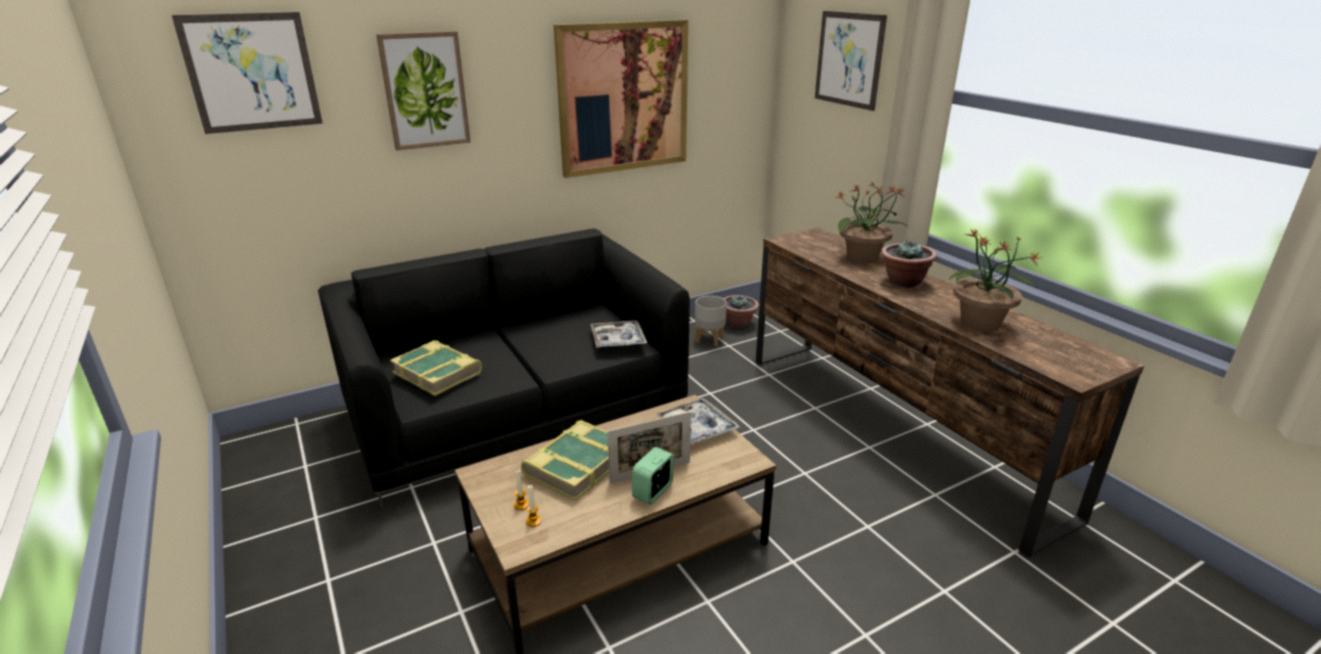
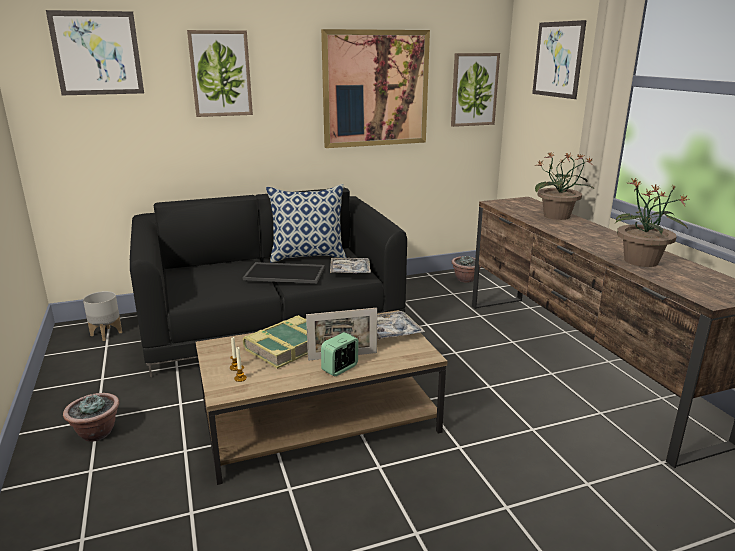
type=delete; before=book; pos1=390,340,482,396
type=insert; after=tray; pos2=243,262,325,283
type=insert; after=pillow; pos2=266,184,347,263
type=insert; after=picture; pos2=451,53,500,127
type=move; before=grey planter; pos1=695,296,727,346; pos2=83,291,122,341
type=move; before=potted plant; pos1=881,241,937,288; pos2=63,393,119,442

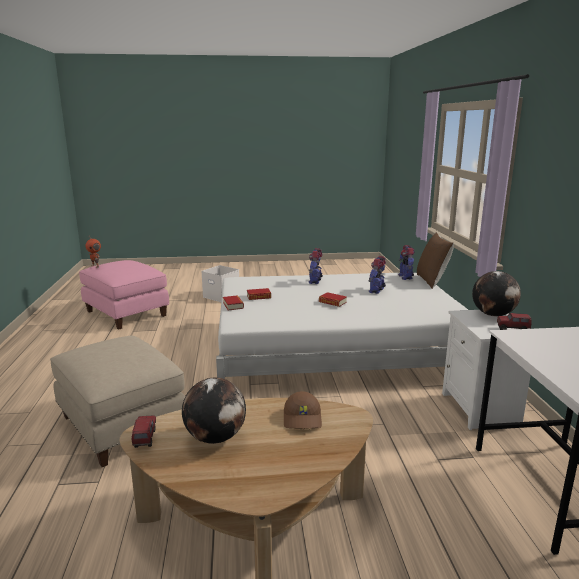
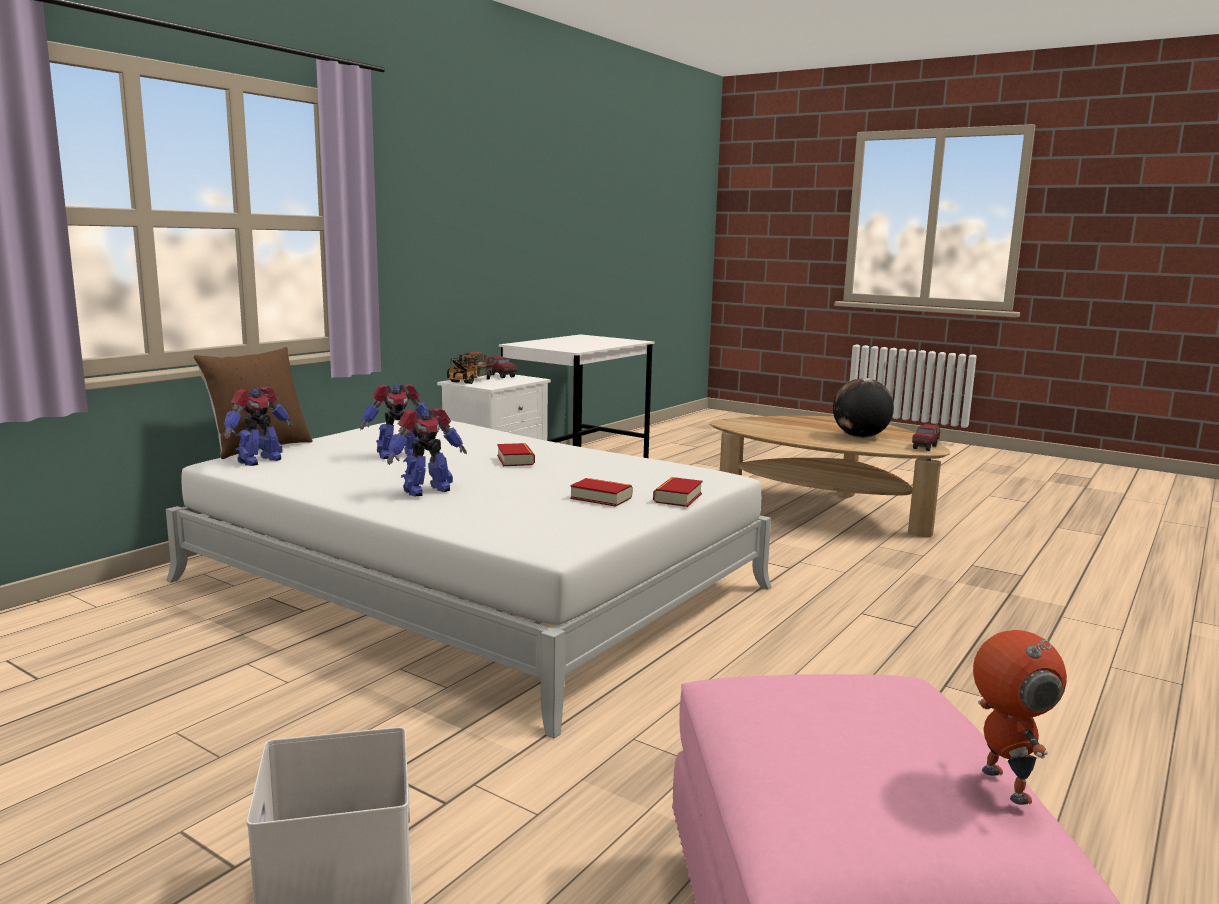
type=delete; before=beige ottoman; pos1=50,336,185,467
type=delete; before=brown cap; pos1=284,391,322,428
type=replace; before=globe; after=toy truck; pos1=472,271,521,317; pos2=447,352,494,384

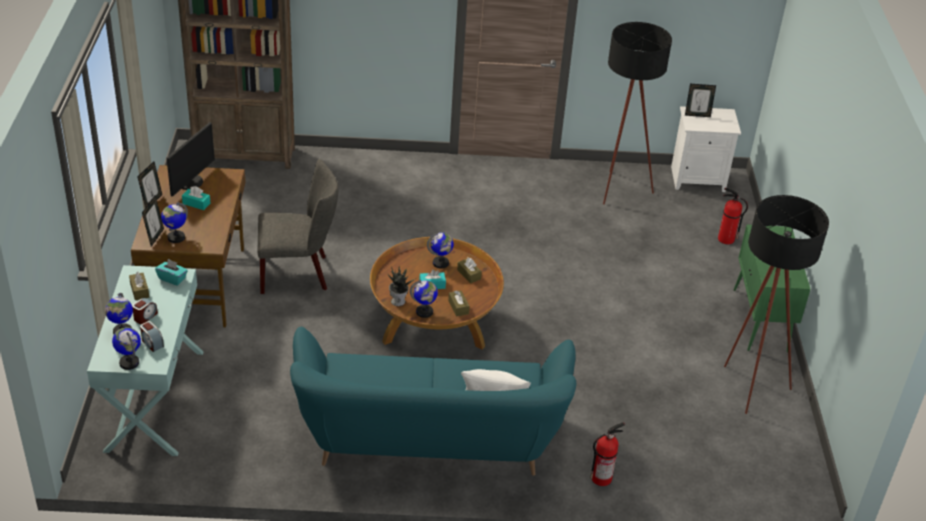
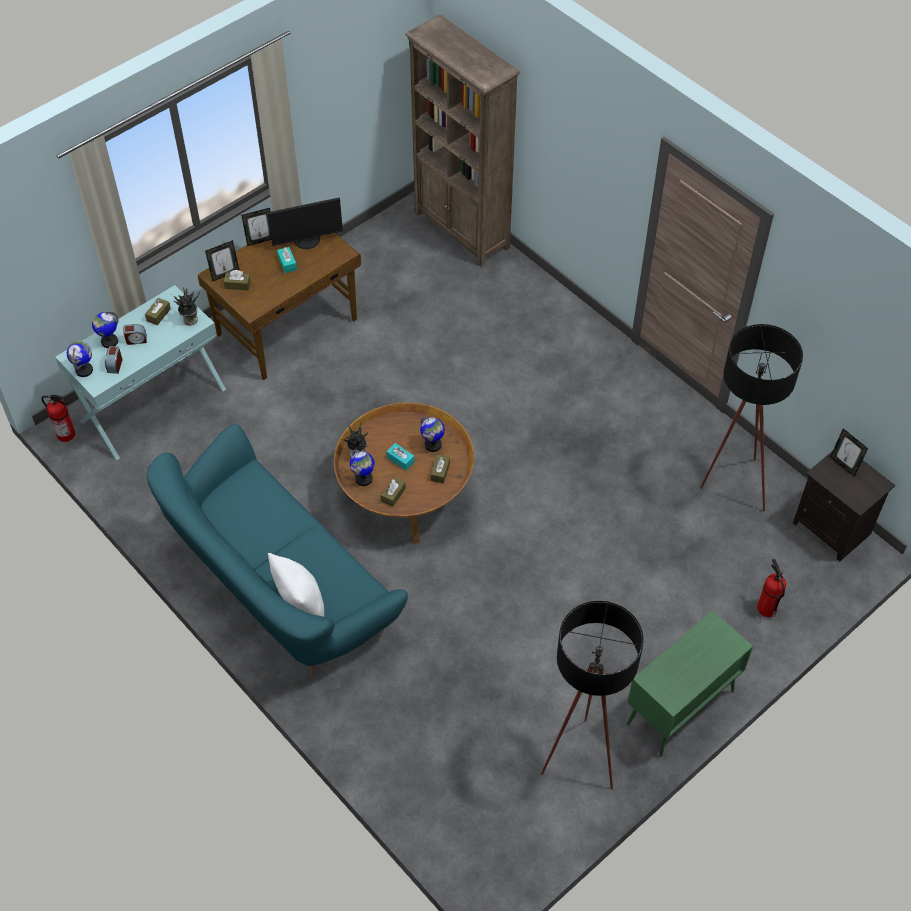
type=delete; before=grey chair; pos1=257,159,339,294
type=move; before=fire extinguisher; pos1=590,422,625,486; pos2=42,395,75,442
type=replace; before=turquoise tissue box; after=potted plant; pos1=155,259,188,286; pos2=171,287,199,326
type=replace; before=globe; after=brown tissue box; pos1=161,202,188,243; pos2=224,270,251,290
type=recolor; before=white nightstand; after=black nightstand; pos1=671,106,741,192; pos2=793,451,895,561

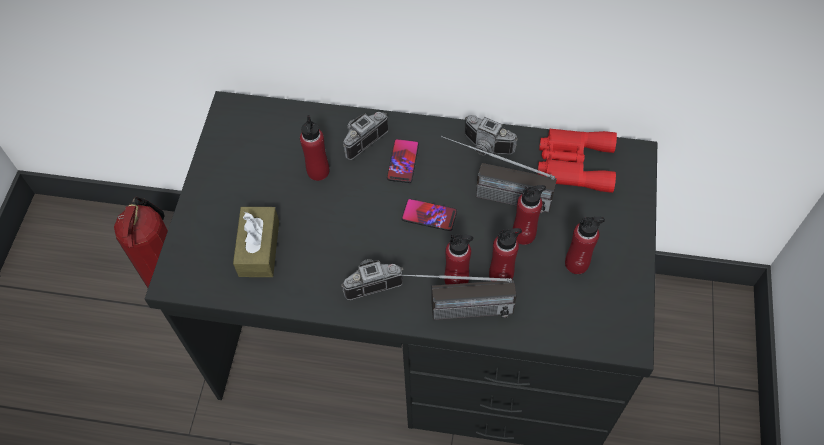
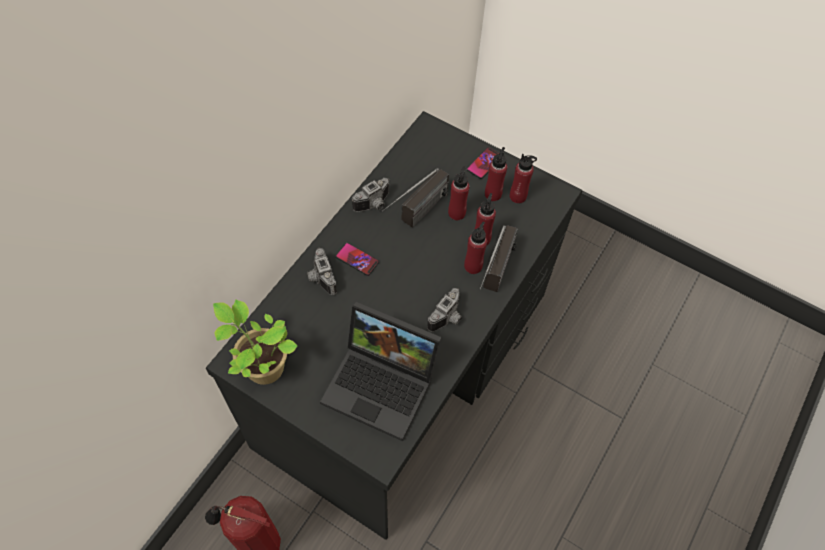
type=delete; before=red binoculars; pos1=537,129,617,193
type=insert; after=potted plant; pos2=213,299,298,385
type=move; before=red bottle; pos1=300,115,329,181; pos2=510,154,537,204
type=move; before=phone; pos1=402,199,457,231; pos2=467,147,499,179
type=replace; before=brown tissue box; after=laptop; pos1=233,207,279,277; pos2=320,301,442,441
type=rotate; before=photo camera; pos1=341,259,403,300; pos2=427,288,462,332; turn=-150

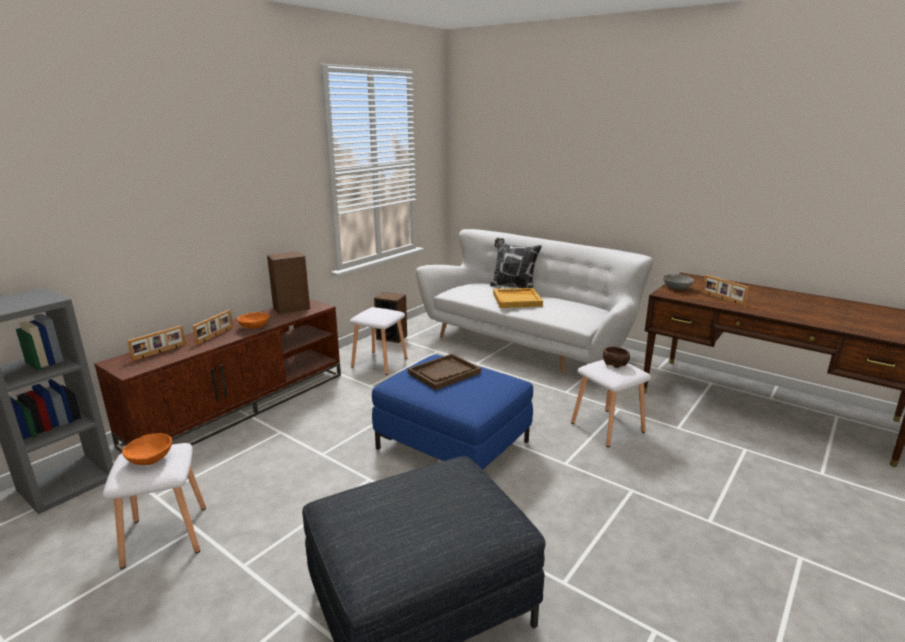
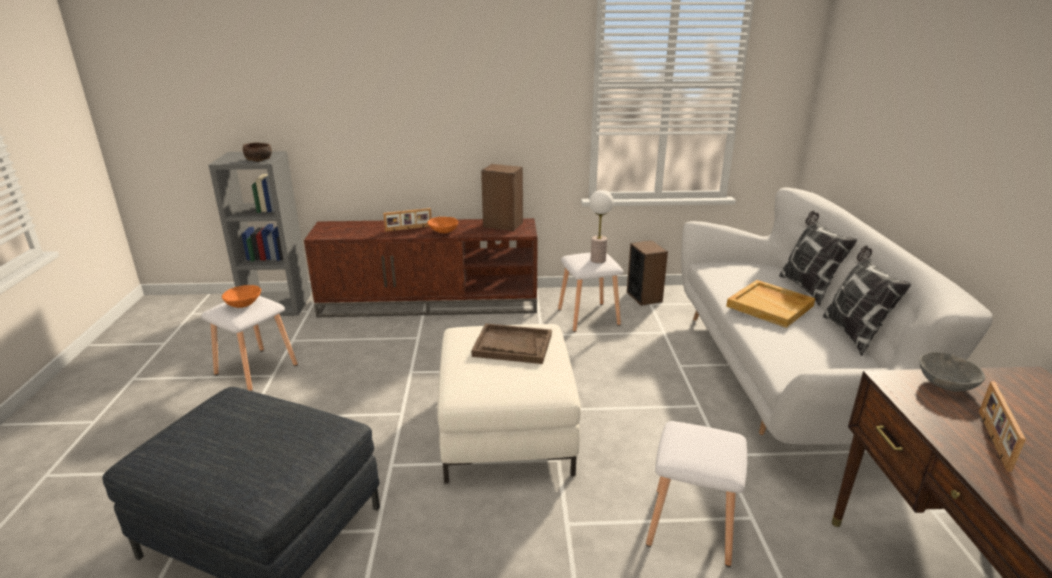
type=delete; before=picture frame; pos1=127,325,186,361
type=insert; after=table lamp; pos2=589,190,613,263
type=insert; after=pillow; pos2=823,245,911,356
type=move; before=brown bowl; pos1=603,346,630,368; pos2=243,142,272,162
type=recolor; before=blue ottoman; after=white ottoman; pos1=372,355,533,470; pos2=437,324,581,483

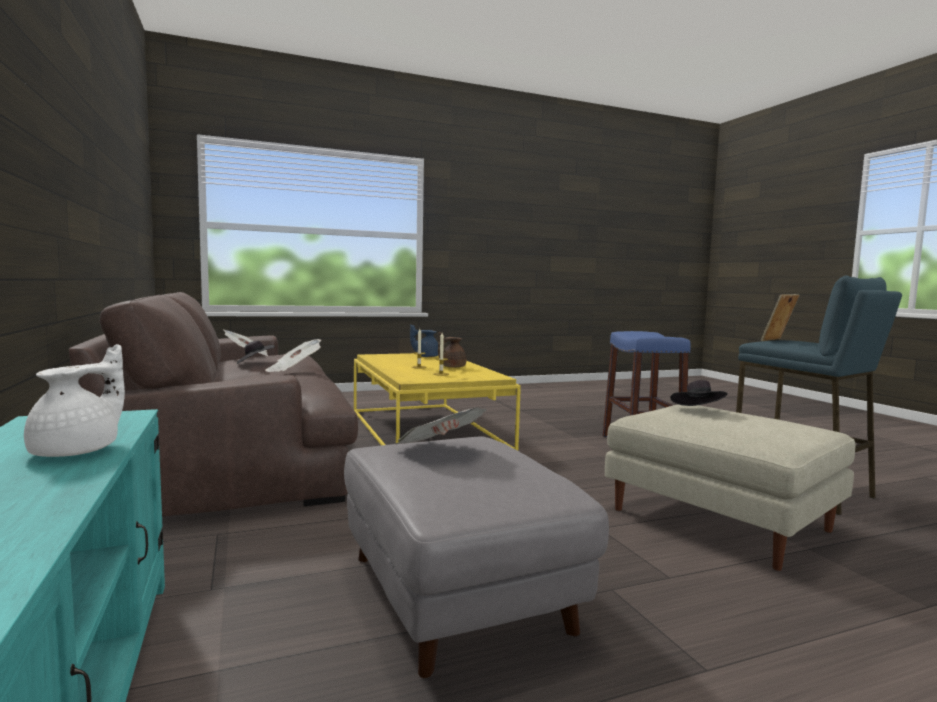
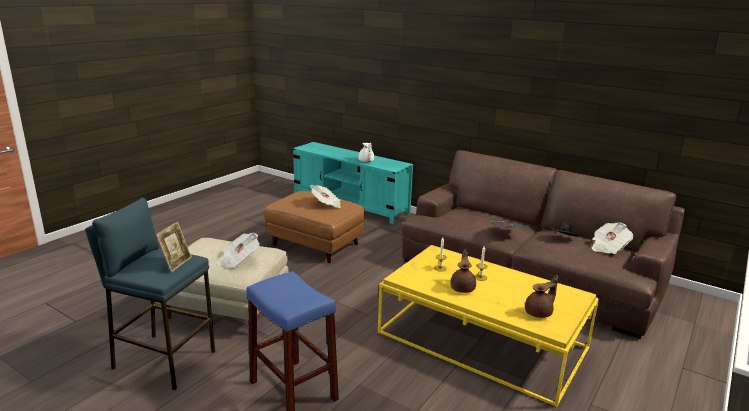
type=replace; before=black hat; after=newspaper; pos1=670,380,727,406; pos2=217,233,259,268
type=recolor; before=grey ottoman; after=brown ottoman; pos1=344,436,609,678; pos2=264,191,365,263
type=recolor; before=blue teapot; after=brown teapot; pos1=410,324,438,357; pos2=525,275,558,318

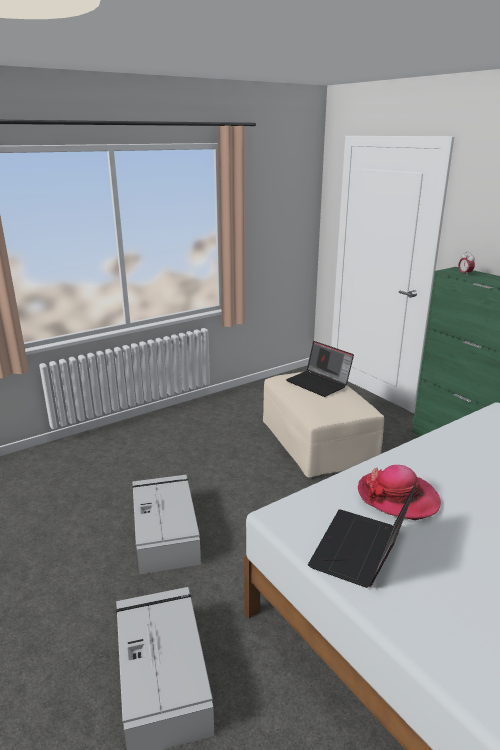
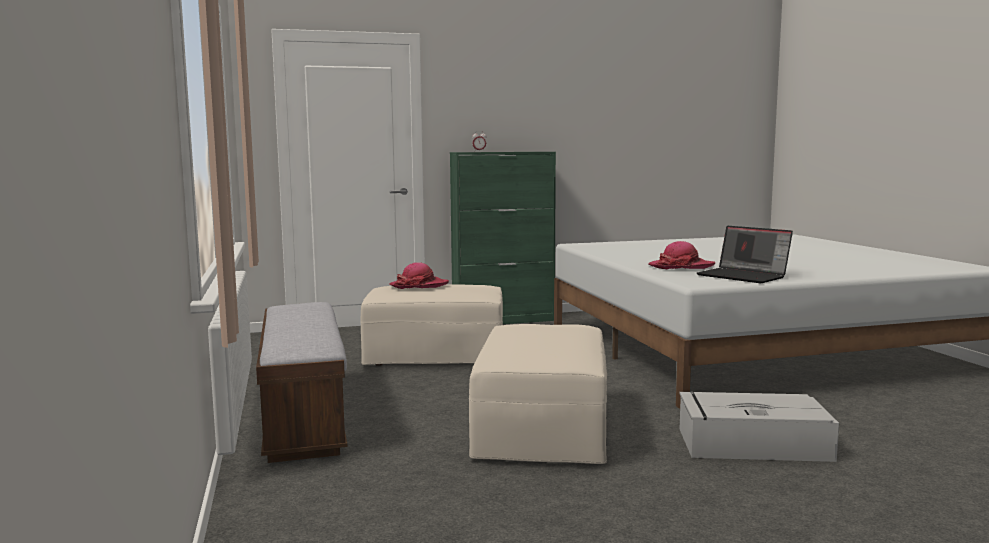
type=insert; after=bench; pos2=256,302,347,463
type=replace; before=grey storage box; after=beige ottoman; pos1=132,475,201,575; pos2=469,324,607,464
type=replace; before=laptop; after=hat; pos1=286,341,354,397; pos2=389,262,449,289

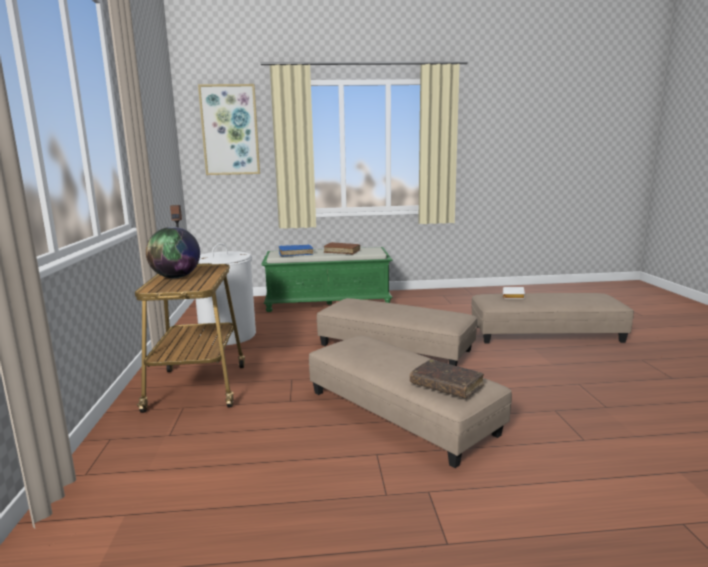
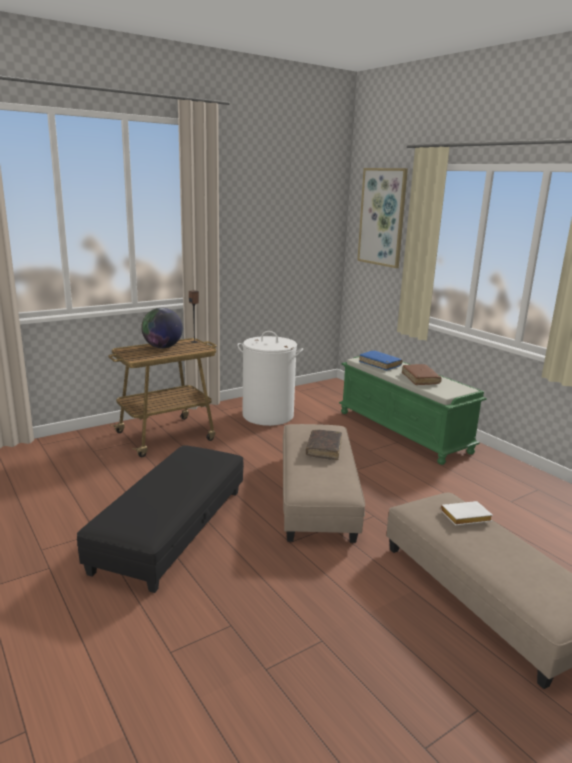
type=move; before=brown book; pos1=410,360,484,398; pos2=306,430,342,460
type=recolor; before=beige ottoman; after=black ottoman; pos1=309,335,512,468; pos2=77,445,244,593

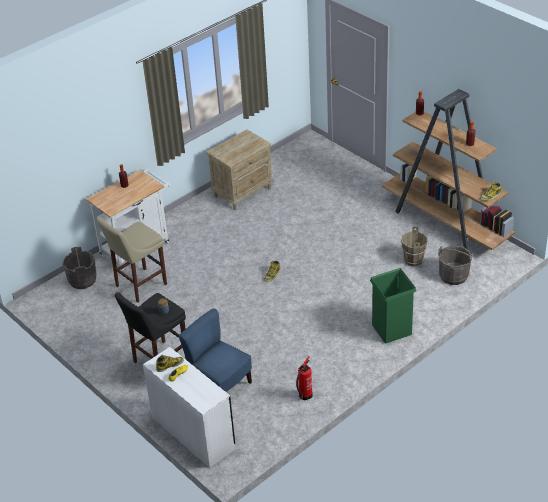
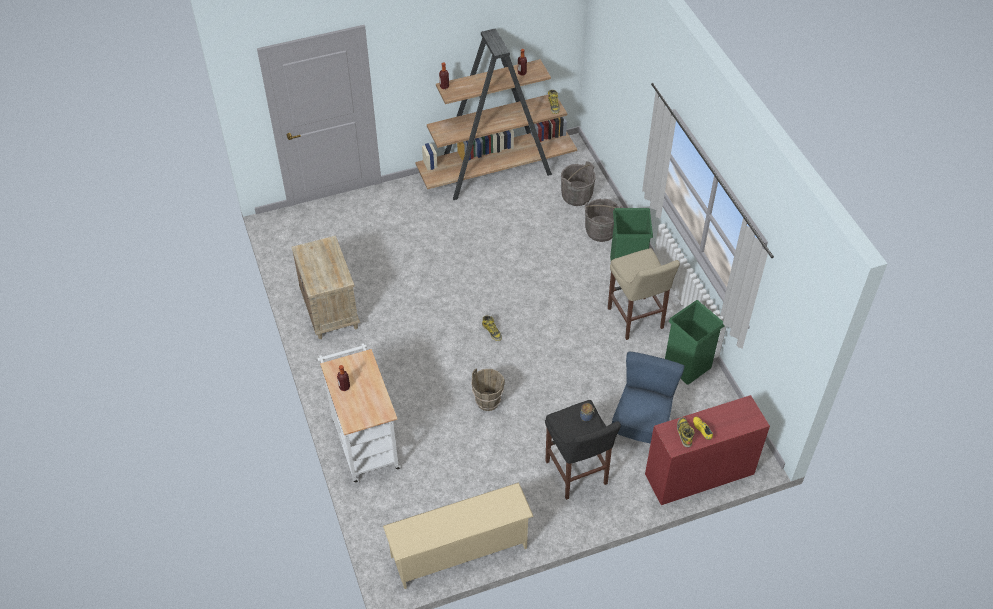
type=insert; after=beige shoe rack; pos2=383,482,534,589
type=move; before=grey bucket; pos1=63,247,97,289; pos2=585,199,623,242
type=move; before=beige stool; pos1=97,217,167,303; pos2=608,248,680,340
type=move; before=brown bucket; pos1=401,226,428,267; pos2=471,369,505,411
type=replace; before=fire extinguisher; after=green trash can; pos1=296,356,313,400; pos2=665,300,725,385
type=recolor; before=white desk; after=red desk; pos1=143,347,235,468; pos2=645,395,770,505
type=rotate; before=blue chair; pos1=179,309,252,392; pos2=612,351,685,444; turn=135

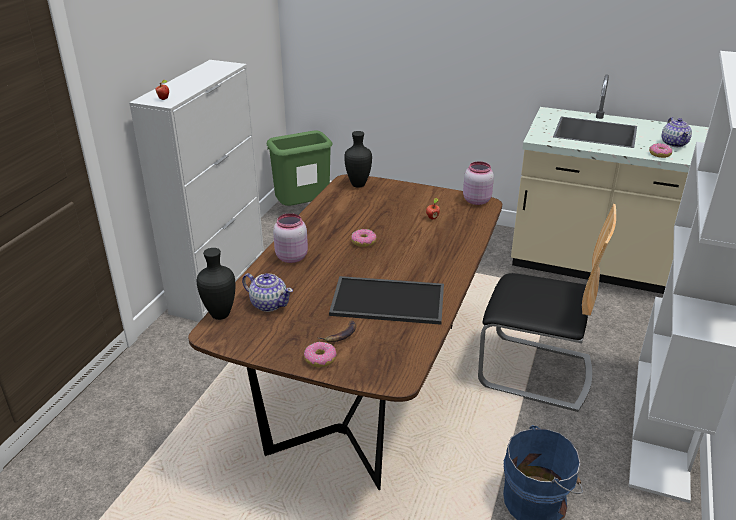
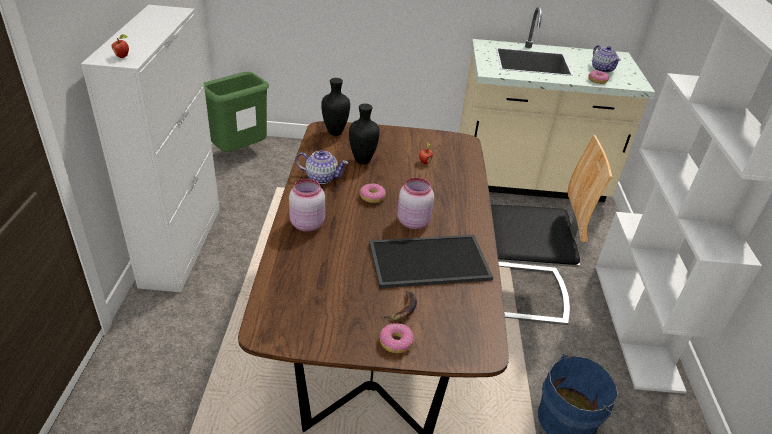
type=move; before=black vase; pos1=197,248,235,320; pos2=349,104,380,164
type=move; before=teapot; pos1=242,273,293,312; pos2=296,150,349,184
type=move; before=pink jar; pos1=463,161,494,205; pos2=397,178,434,229

